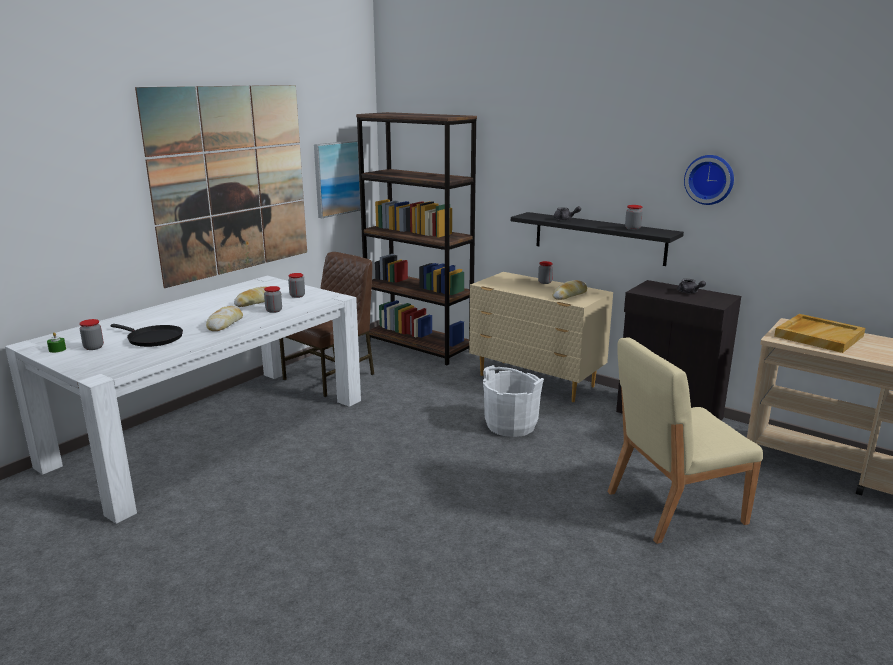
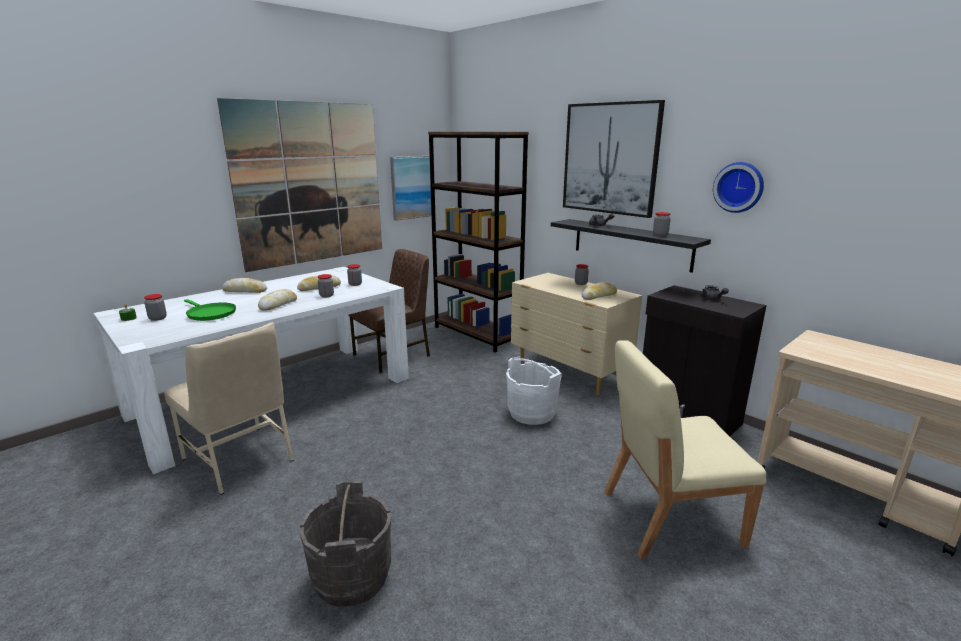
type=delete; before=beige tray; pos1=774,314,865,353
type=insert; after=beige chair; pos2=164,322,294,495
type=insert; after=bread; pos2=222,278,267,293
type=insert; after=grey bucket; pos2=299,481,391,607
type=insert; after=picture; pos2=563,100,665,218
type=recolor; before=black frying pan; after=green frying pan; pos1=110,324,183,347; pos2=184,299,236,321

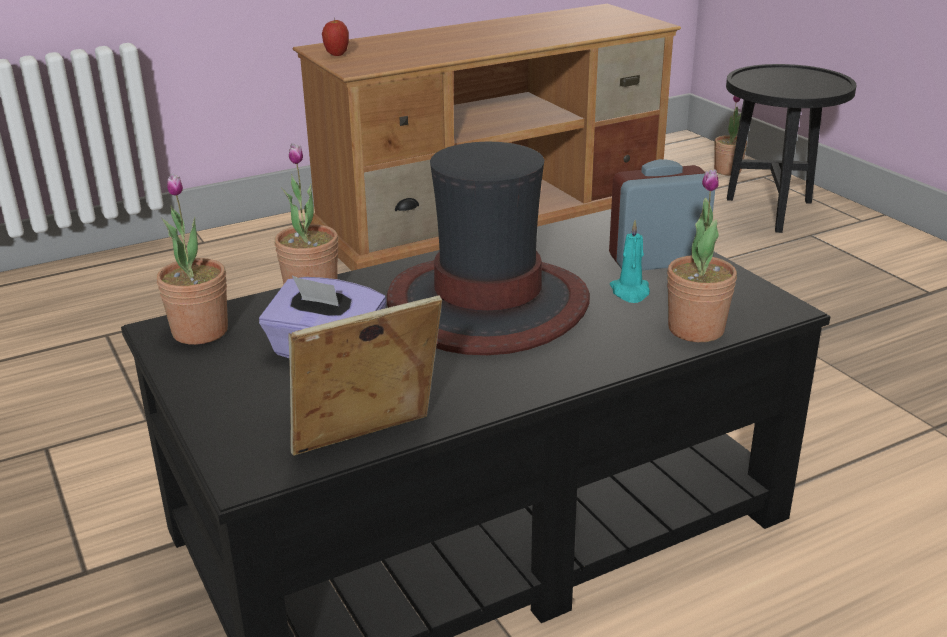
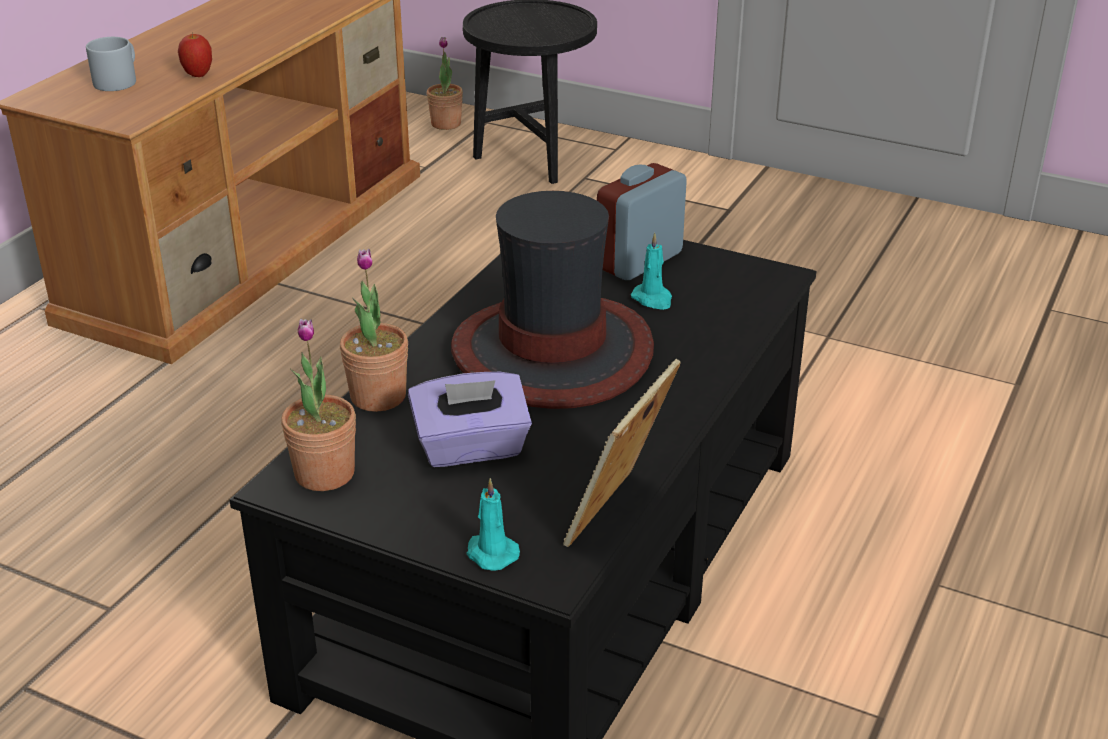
type=delete; before=potted plant; pos1=667,169,737,342
type=insert; after=grey mug; pos2=86,37,136,91
type=insert; after=turquoise candle; pos2=467,478,520,571
type=move; before=apple; pos1=322,18,349,56; pos2=178,32,212,77

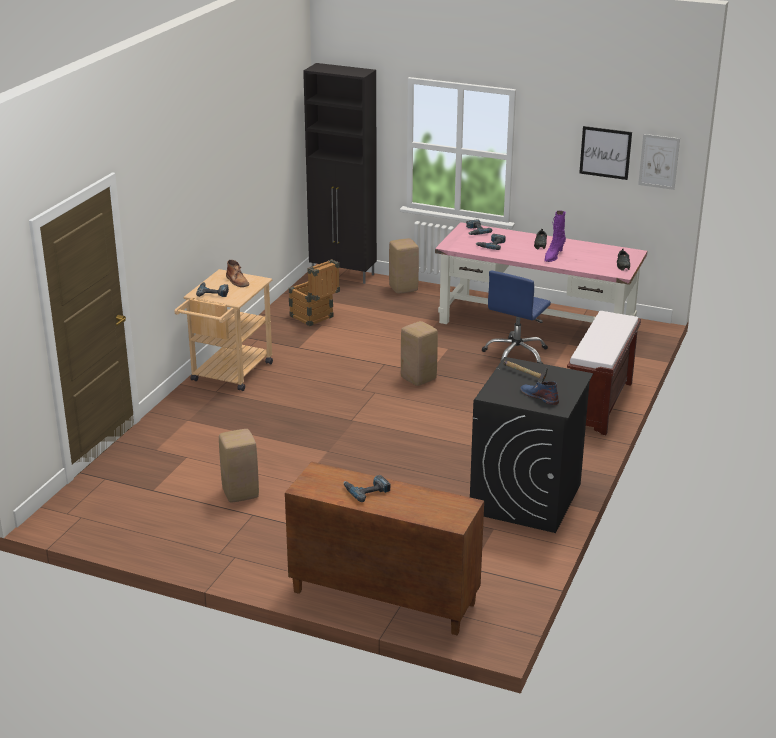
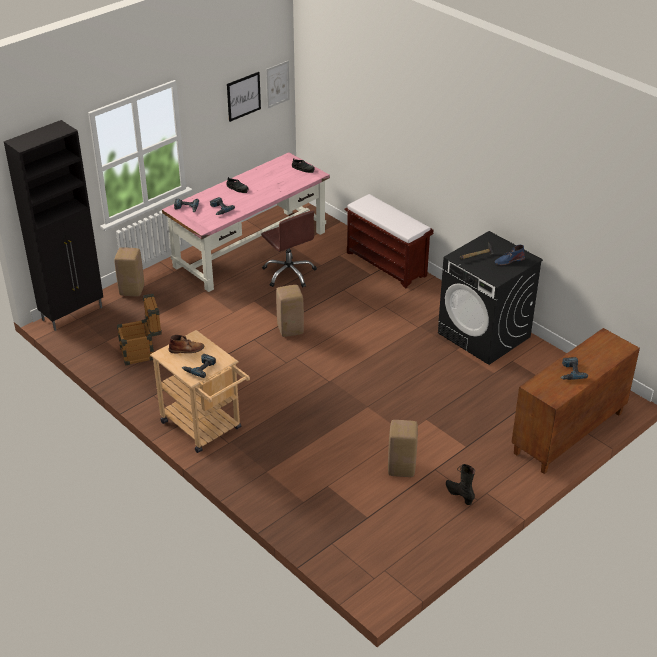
type=delete; before=purple boot; pos1=544,211,566,262
type=insert; after=black boot; pos2=446,464,475,505
type=recolor; before=blue office chair; after=brown office chair; pos1=482,271,551,364; pos2=261,210,317,288

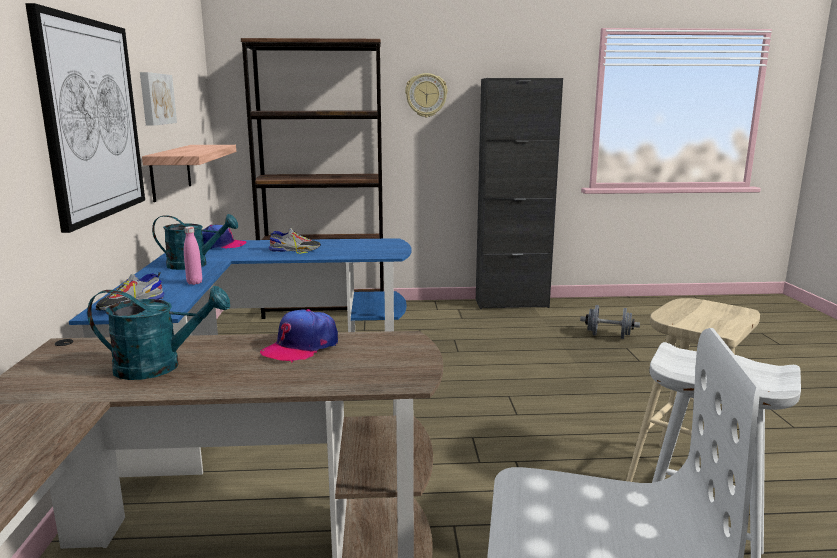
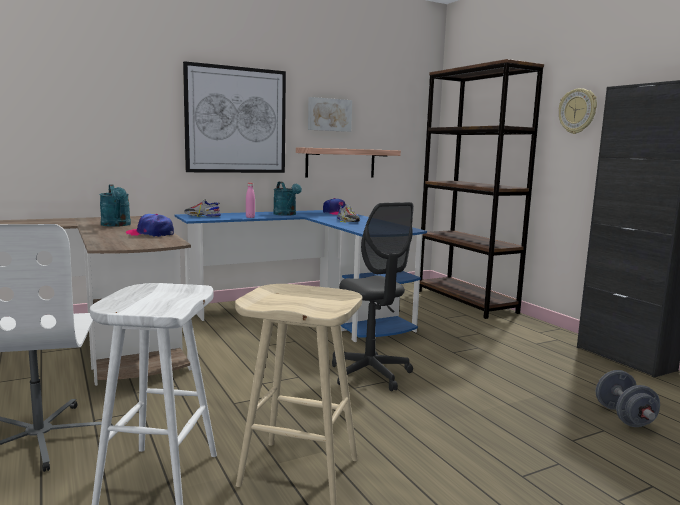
type=insert; after=grey office chair; pos2=332,202,414,391

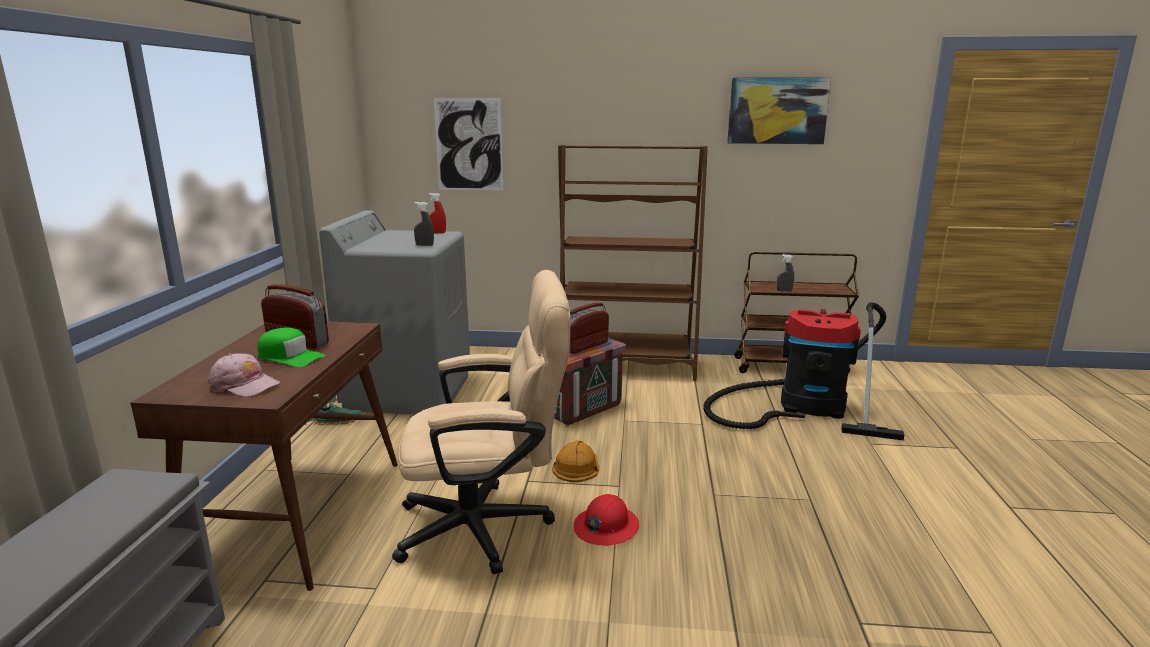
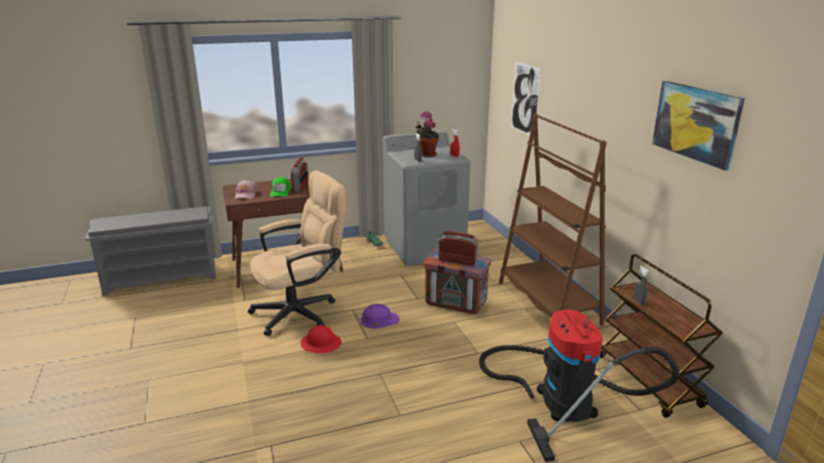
type=insert; after=potted plant; pos2=416,111,439,157
type=recolor; before=orange hard hat; after=purple hard hat; pos1=552,440,599,482; pos2=360,304,400,329
type=rotate; before=beige office chair; pos1=392,270,570,574; pos2=248,171,347,336; turn=-90

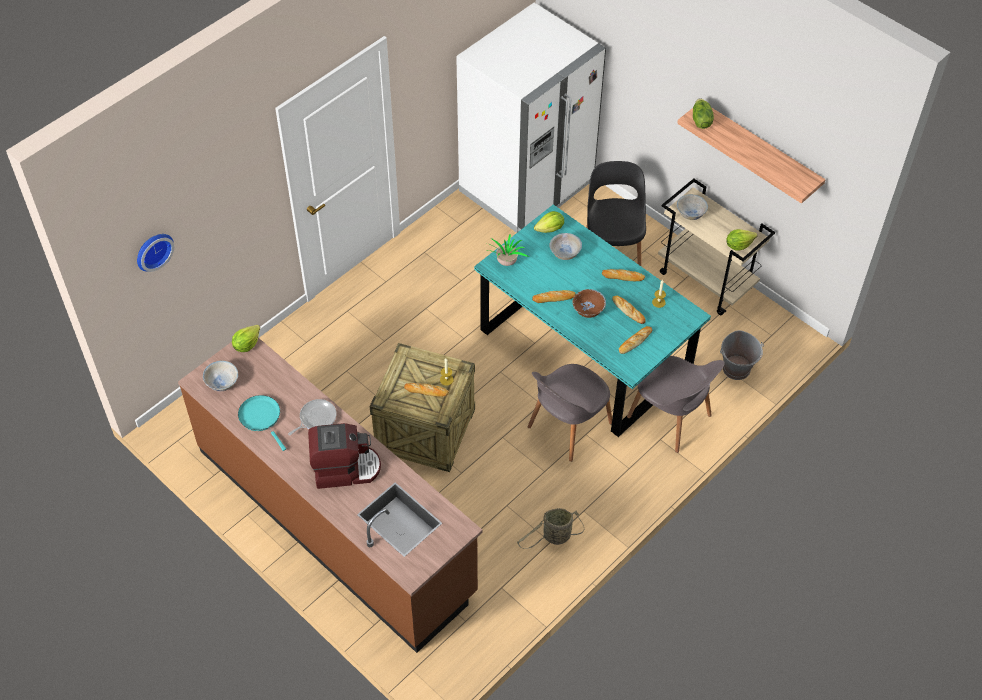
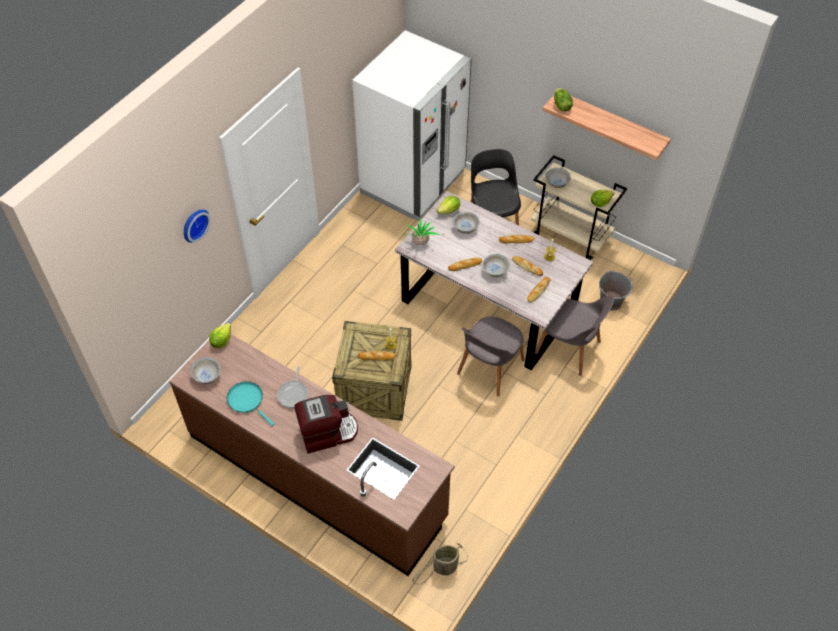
type=move; before=wall clock; pos1=137,234,174,272; pos2=184,209,211,243
type=move; before=basket; pos1=517,508,585,549; pos2=412,543,468,585
type=recolor; before=turquoise dining table; after=grey dining table; pos1=474,204,711,437; pos2=395,191,593,370
type=recolor; before=brown bowl; after=white bowl; pos1=573,289,606,318; pos2=482,254,510,277
type=rotate; before=frying pan; pos1=288,399,336,436; pos2=277,367,309,408; turn=150

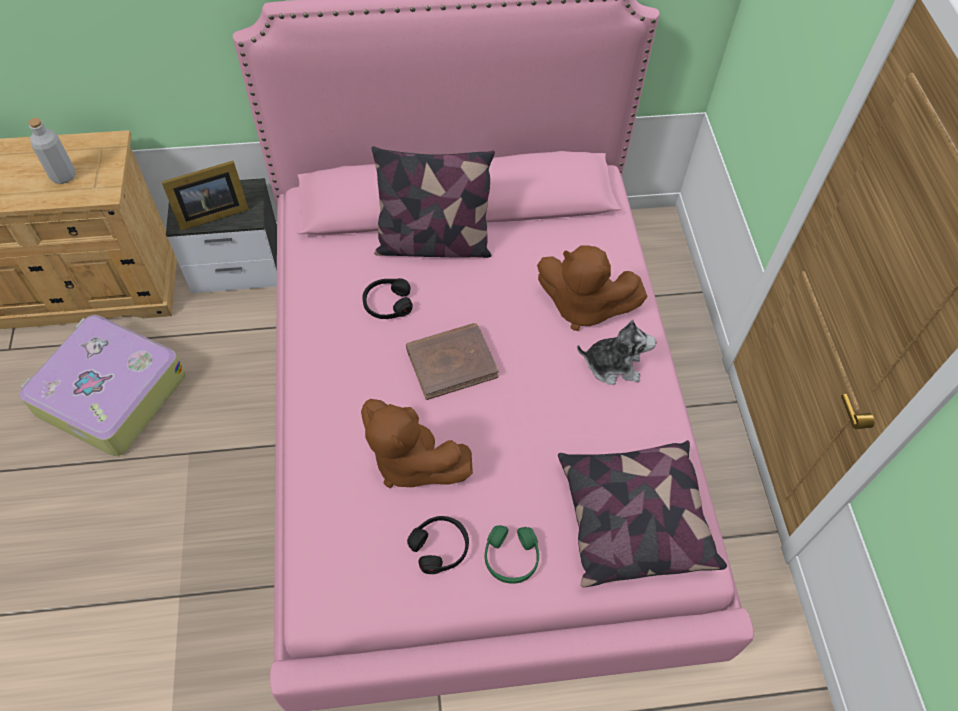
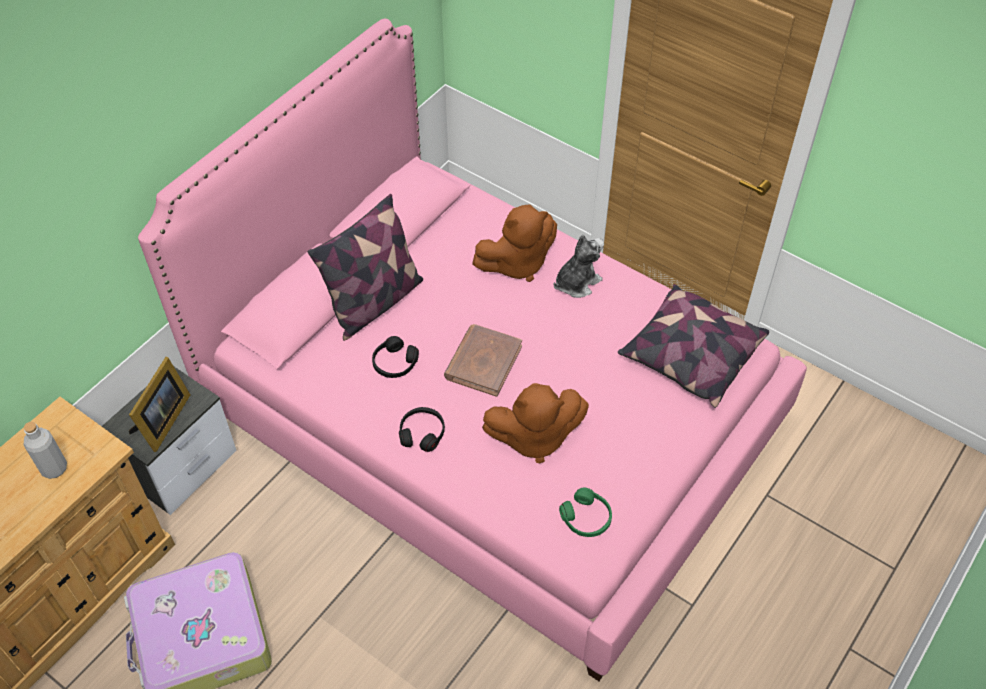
type=move; before=black headphones; pos1=407,516,469,574; pos2=399,407,445,452
type=move; before=green headphones; pos1=485,525,539,584; pos2=559,487,612,537

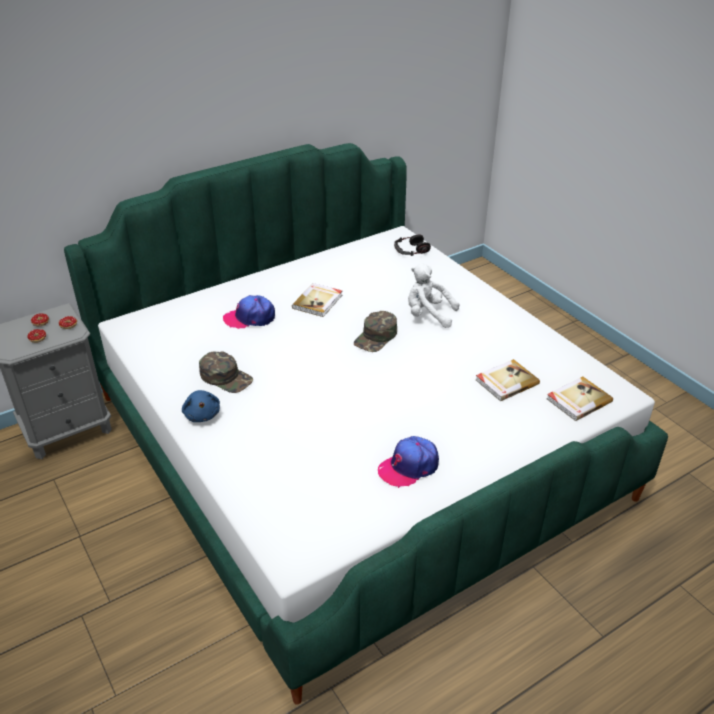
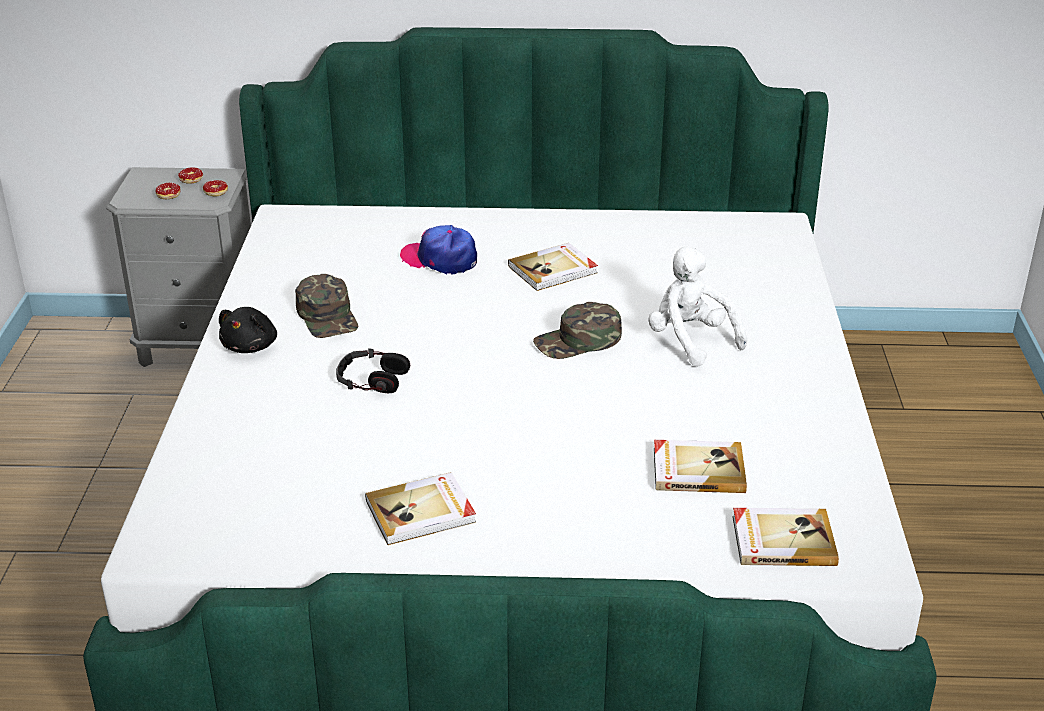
type=move; before=headphones; pos1=394,234,431,256; pos2=336,348,410,393
type=replace; before=cap; after=book; pos1=378,436,439,488; pos2=365,472,476,545
type=recolor; before=blue plush toy; after=black plush toy; pos1=182,390,220,422; pos2=219,307,277,353

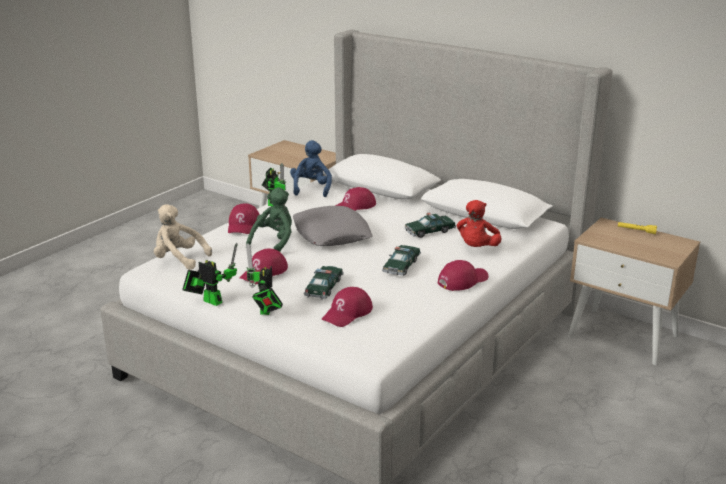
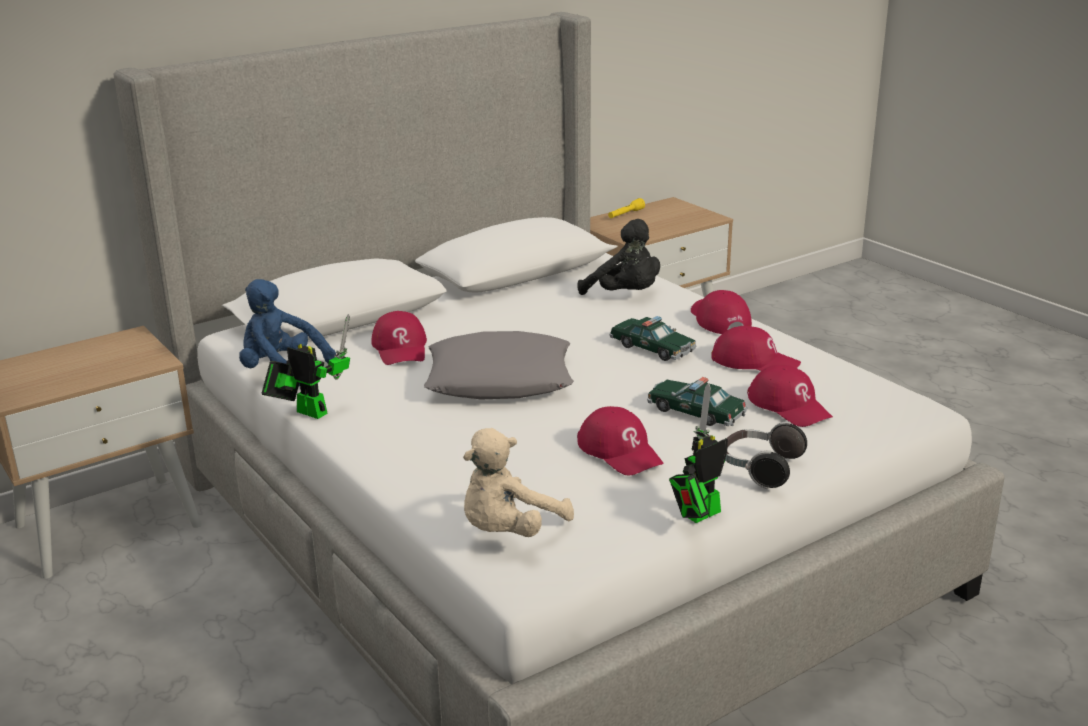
type=delete; before=green plush toy; pos1=246,187,292,252
type=delete; before=toy car; pos1=404,213,456,238
type=move; before=red cap; pos1=228,203,260,234; pos2=711,326,801,371
type=replace; before=toy robot; after=headphones; pos1=246,243,283,315; pos2=725,421,807,489
type=recolor; before=red plush toy; after=black plush toy; pos1=457,200,502,247; pos2=577,219,660,295

